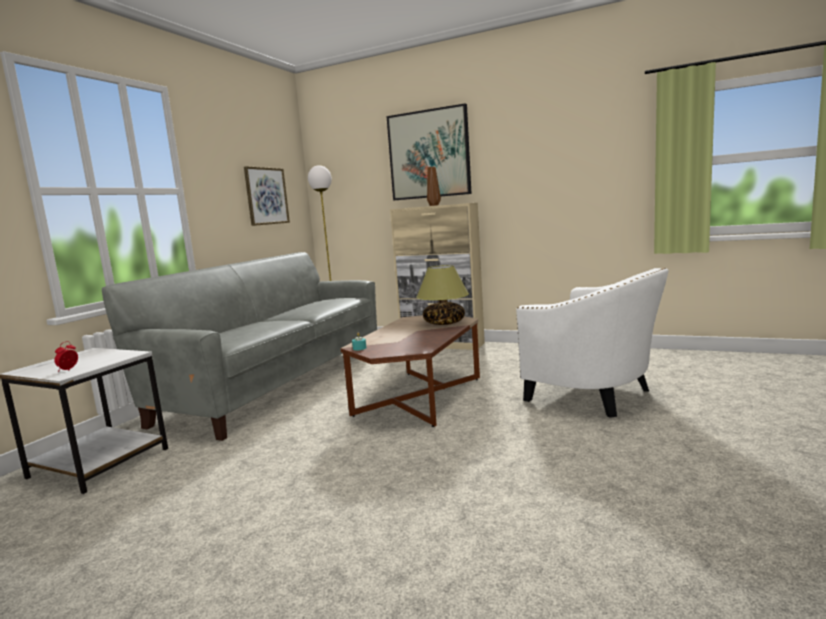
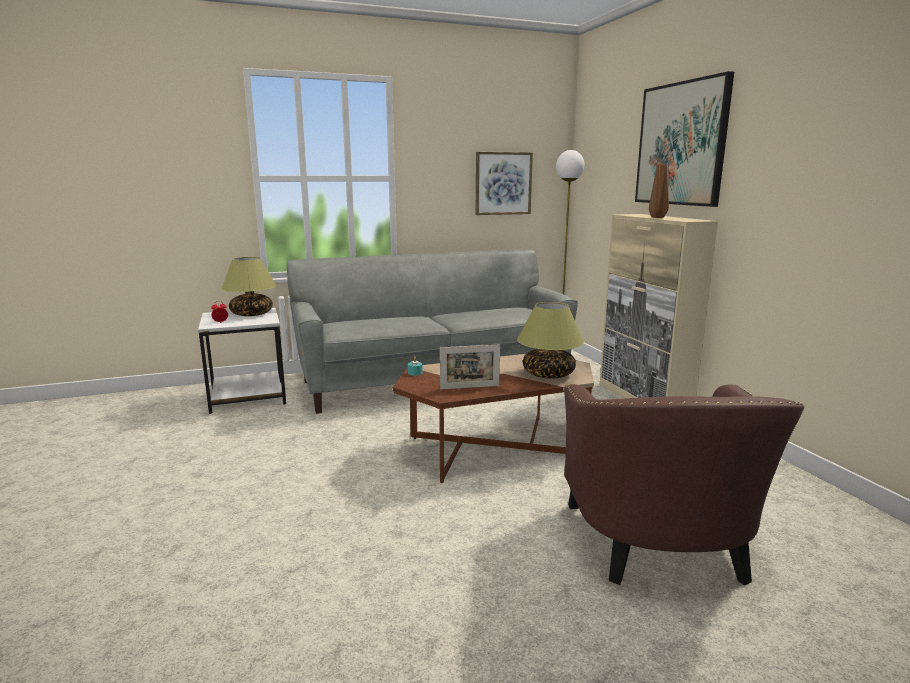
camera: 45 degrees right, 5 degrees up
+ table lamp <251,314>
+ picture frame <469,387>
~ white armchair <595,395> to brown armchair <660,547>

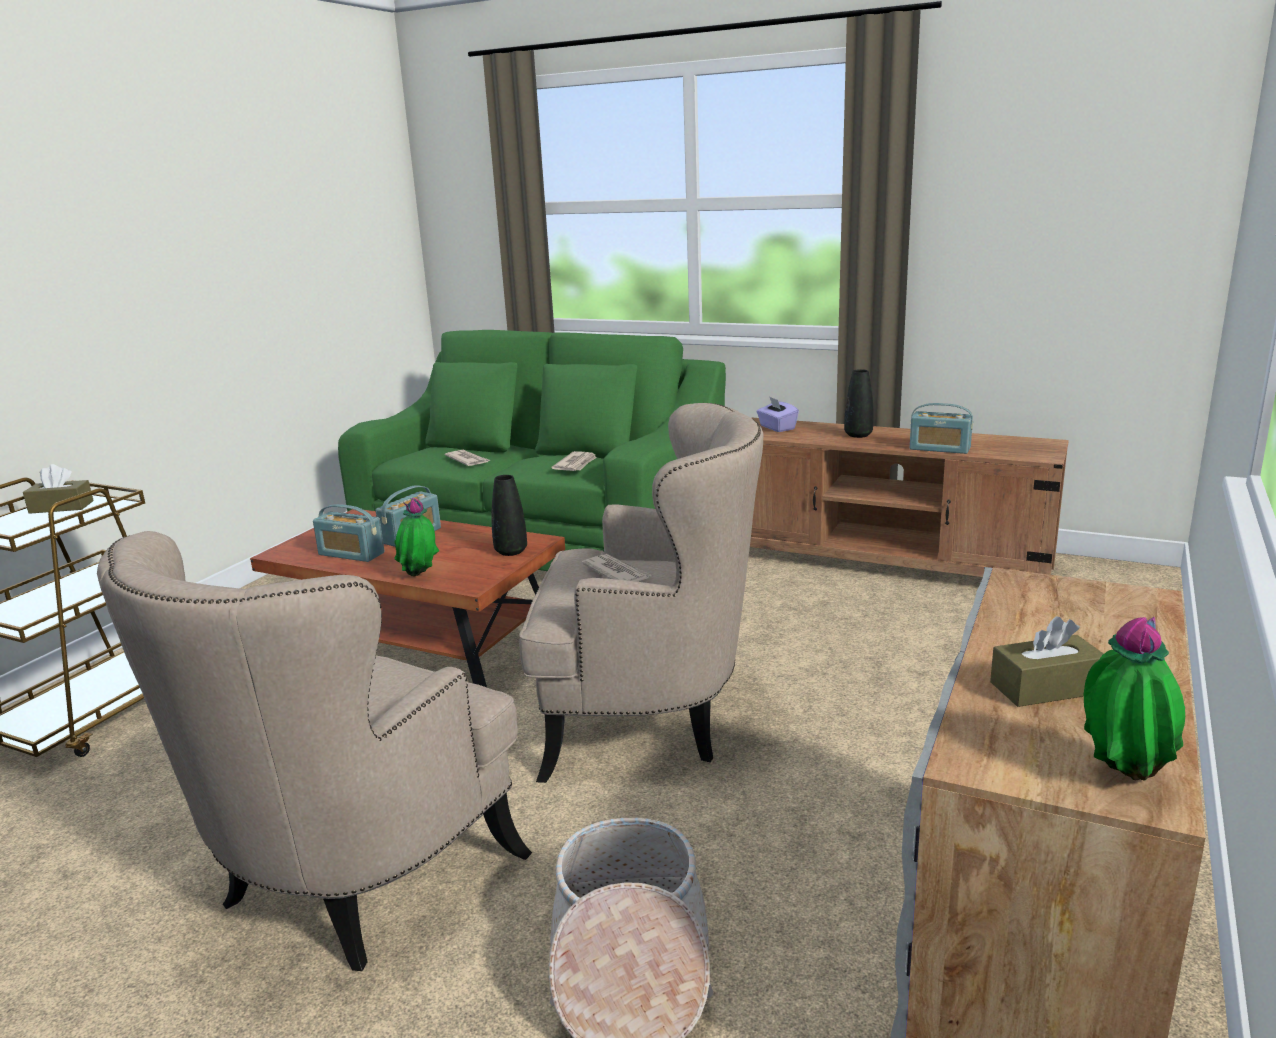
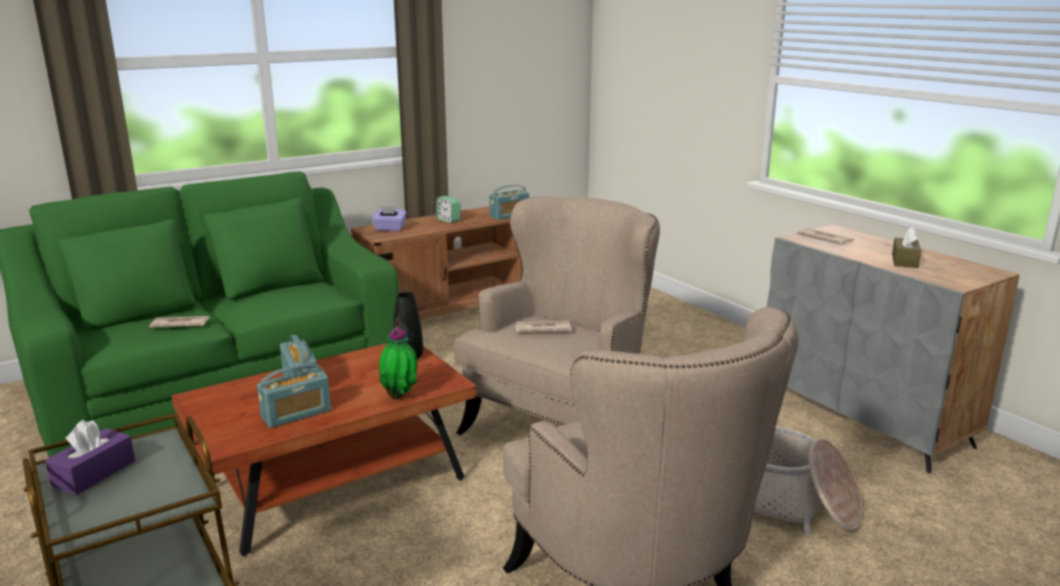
camera: 60 degrees left, 0 degrees up
- potted plant <1121,776>
~ newspaper <576,464> to <824,239>
~ black vase <858,435> to alarm clock <448,220>
~ brown tissue box <61,507> to purple tissue box <94,473>

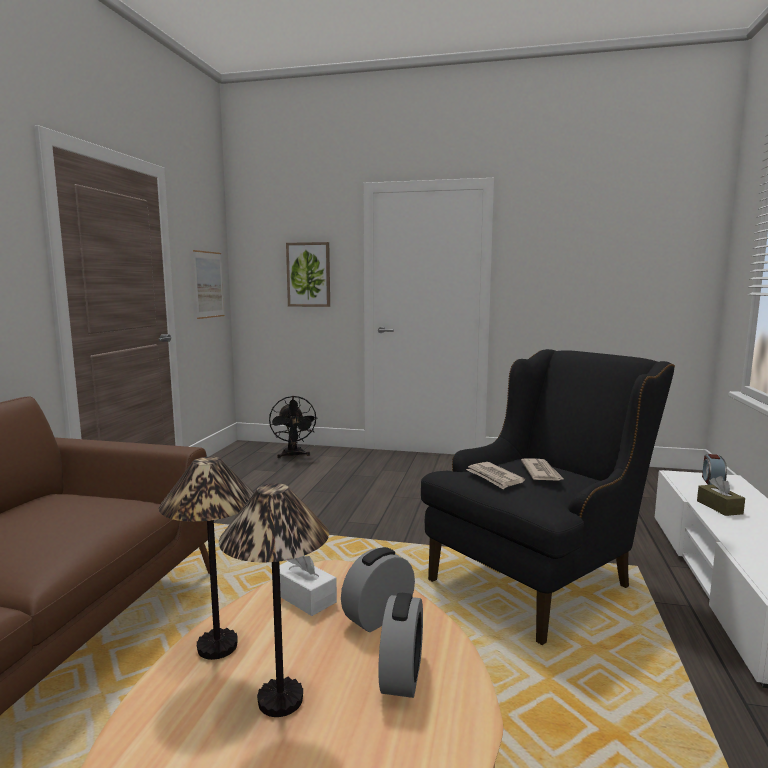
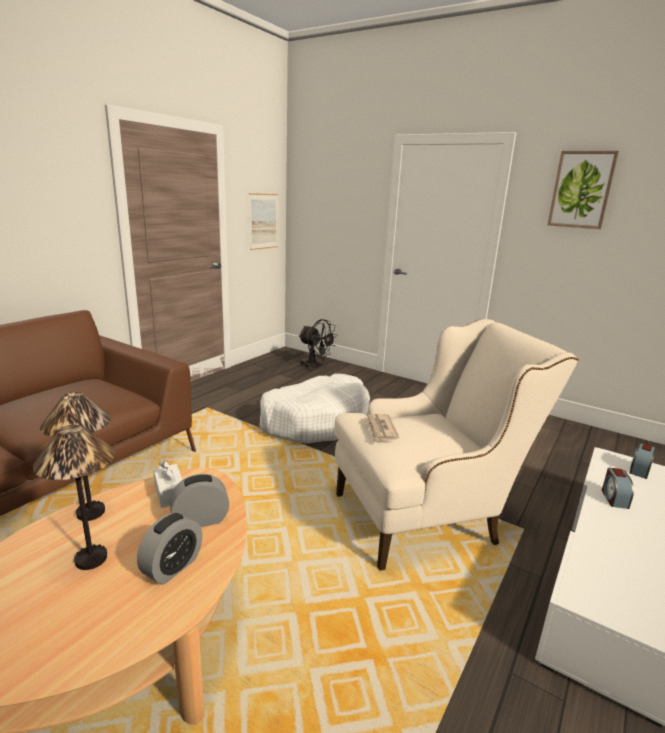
camera: 20 degrees right, 10 degrees up
- newspaper <541,472>
+ white dog bed <315,421>
~ picture <308,274> to <581,190>
~ brown tissue box <719,507> to alarm clock <614,498>
~ black armchair <540,577> to beige armchair <428,515>
~ black fan <293,456> = <315,367> 60 degrees counterclockwise

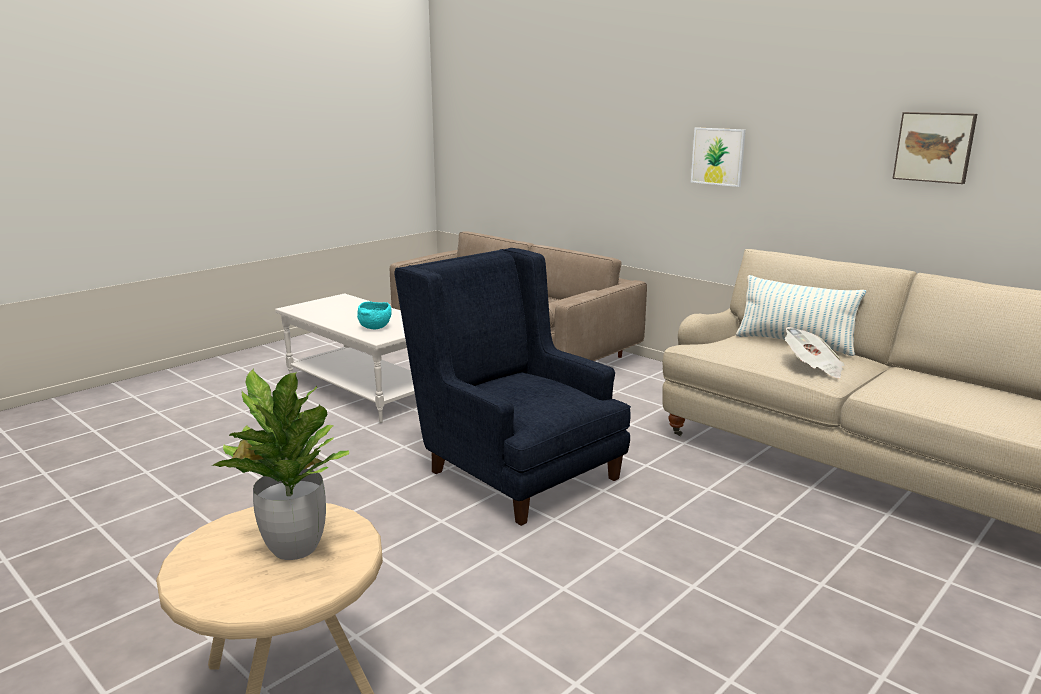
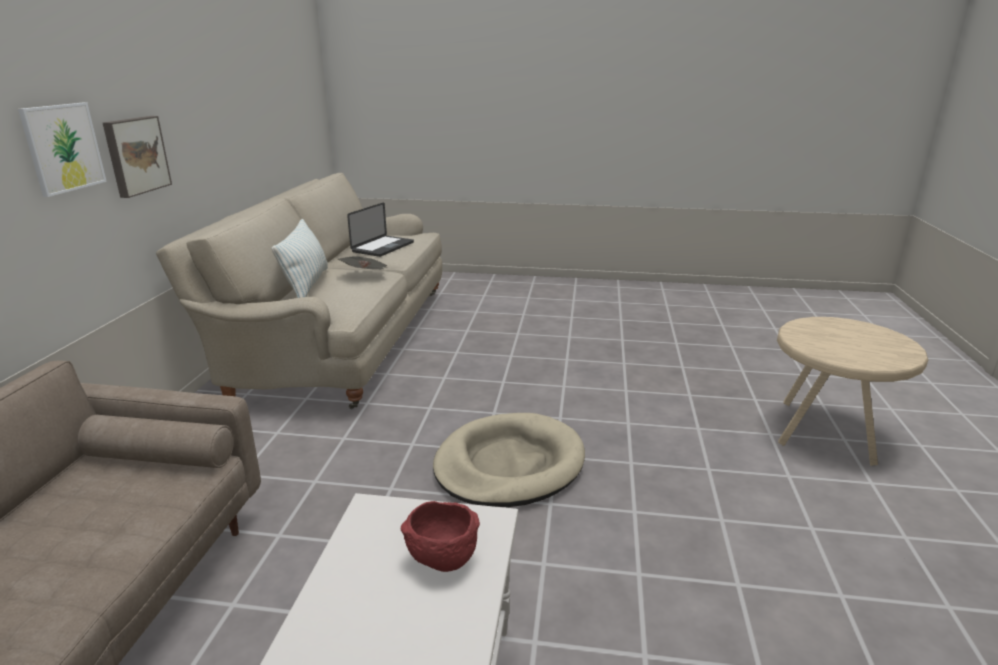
camera: 125 degrees left, 5 degrees up
- potted plant <294,548>
+ laptop <383,247>
~ picture <934,147> to <135,155>
~ blue armchair <513,469> to beige dog bed <509,465>
~ turquoise bowl <375,328> to red bowl <441,560>

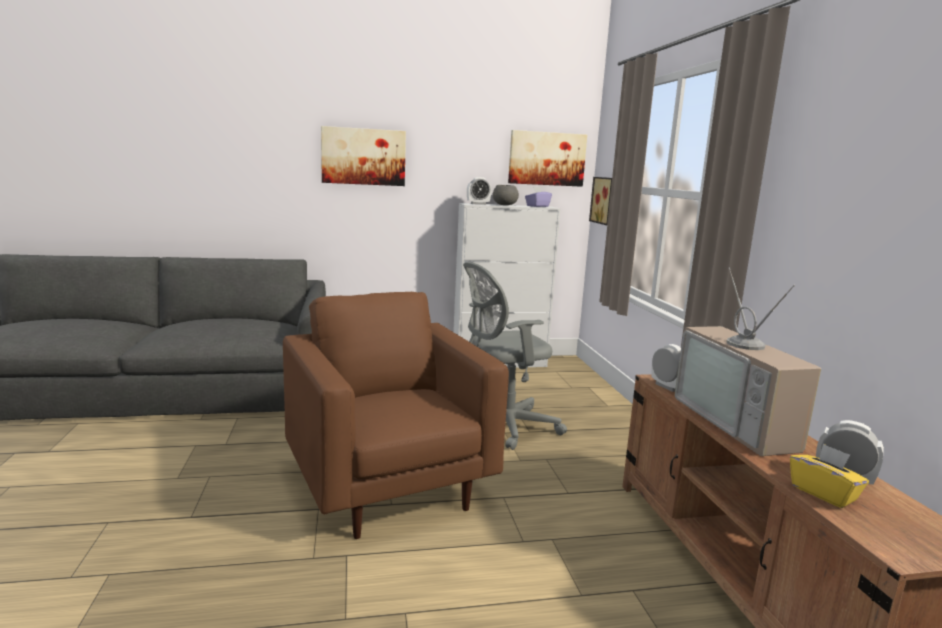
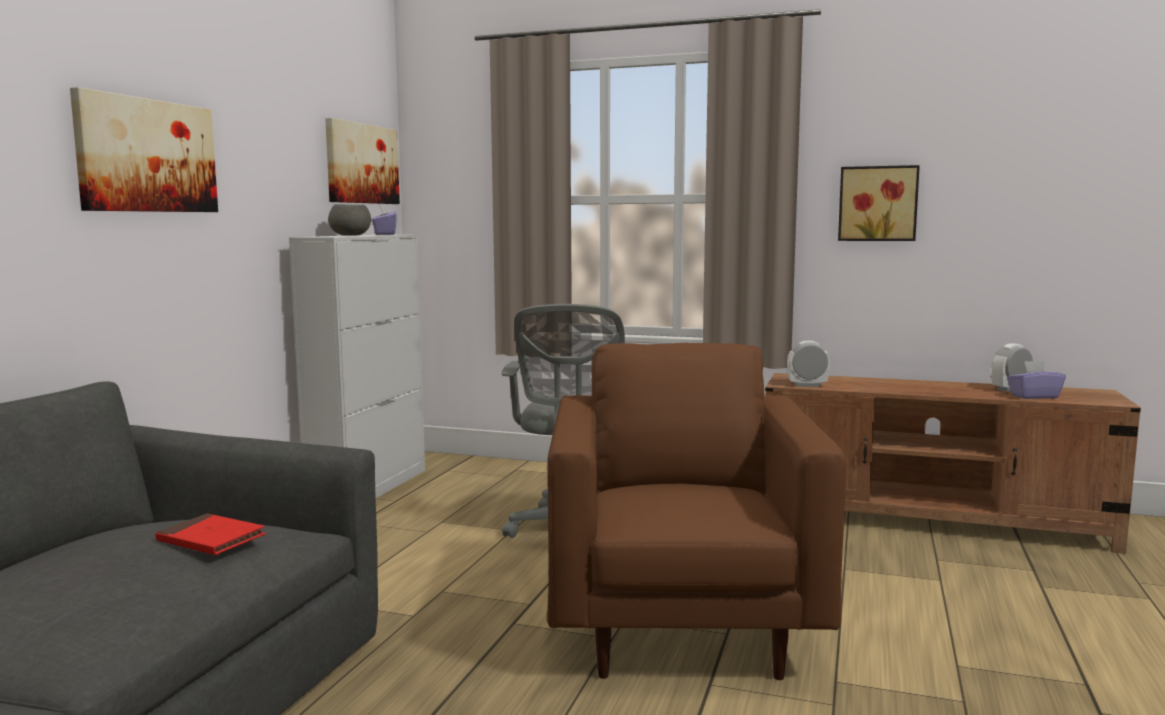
camera: 60 degrees left, 5 degrees down
- alarm clock <478,204>
- television <742,423>
+ red book <211,539>
~ picture <604,200> to <877,203>
~ yellow tissue box <823,493> to purple tissue box <1034,396>
~ brown armchair <389,487> = <682,626> 90 degrees clockwise

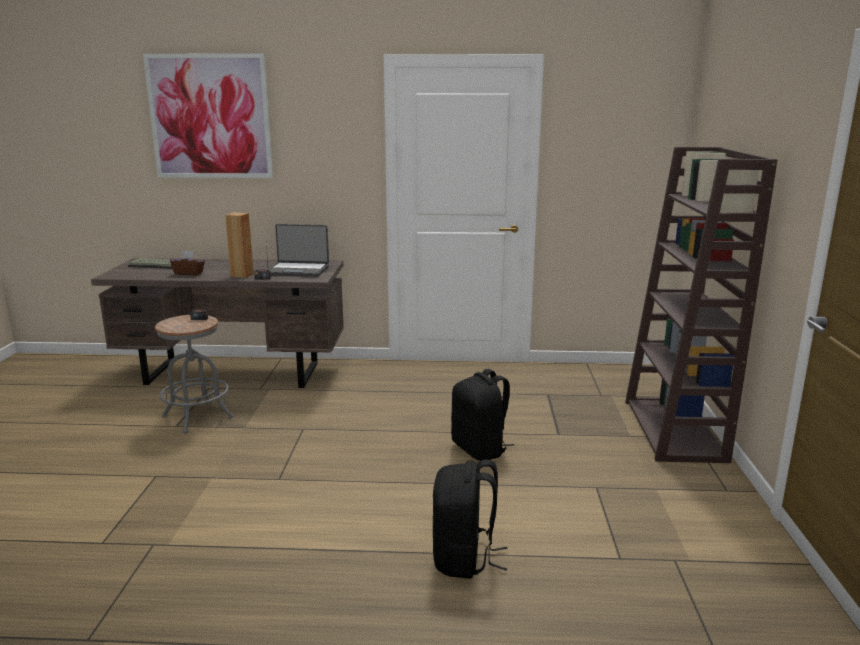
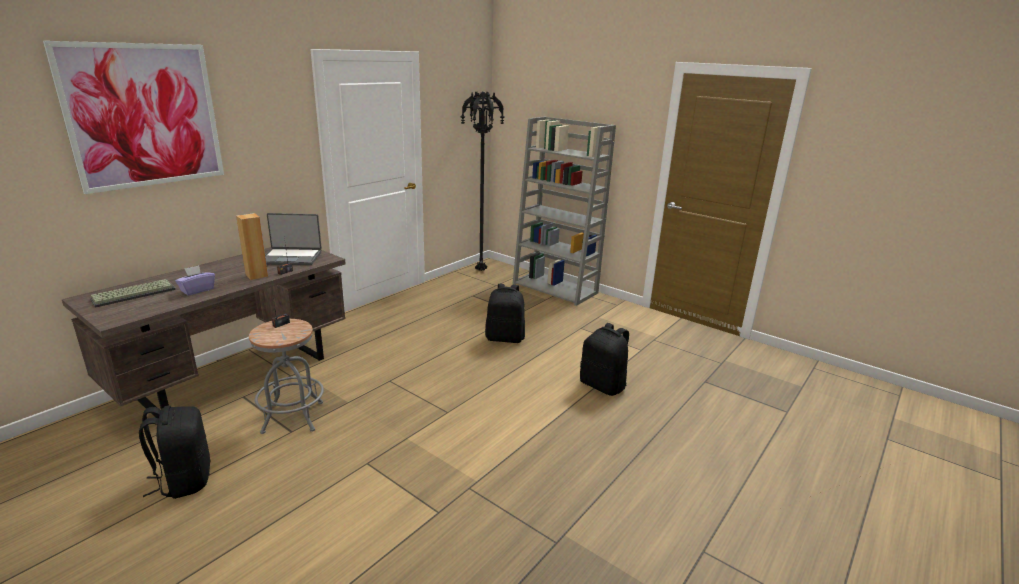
camera: 55 degrees left, 5 degrees up
+ black backpack <184,480>
+ black floor lamp <479,271>
~ brown tissue box <189,273> to purple tissue box <197,290>
~ brown bookcase <675,430> to grey bookcase <556,288>
~ laptop <298,270> = <292,257> 45 degrees clockwise

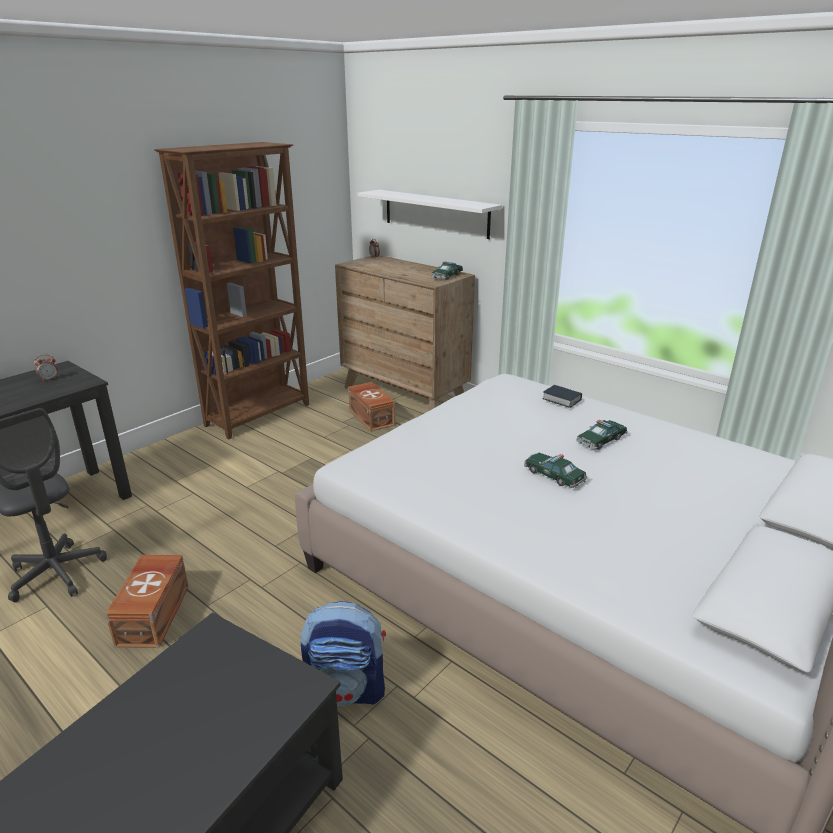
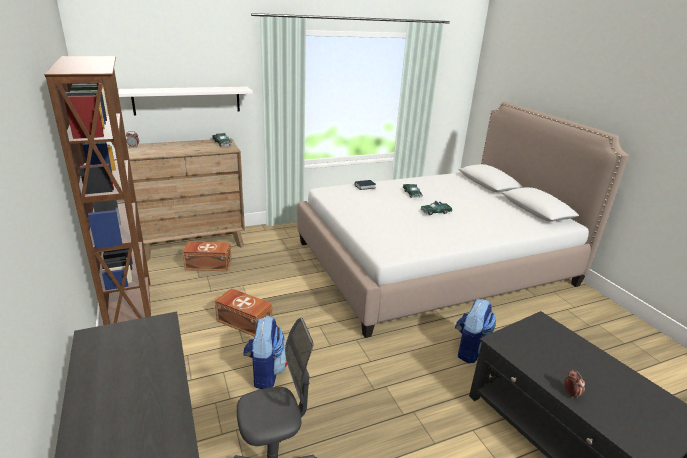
camera: 65 degrees left, 0 degrees up
+ backpack <265,373>
~ alarm clock <49,379> to <571,394>
~ brown storage box <155,614> to <244,321>

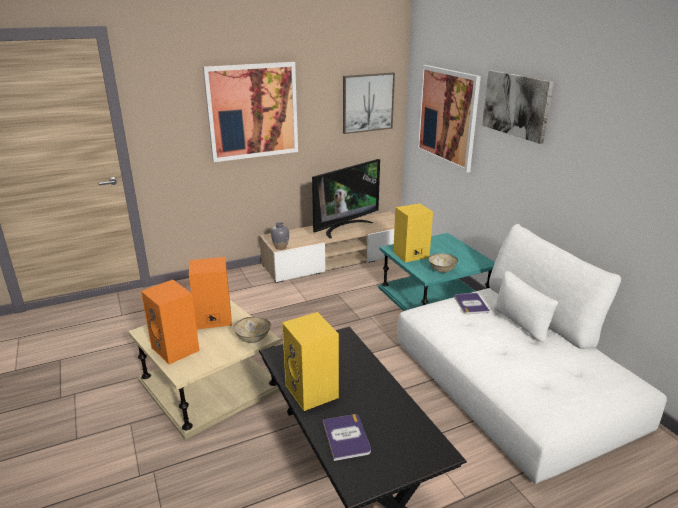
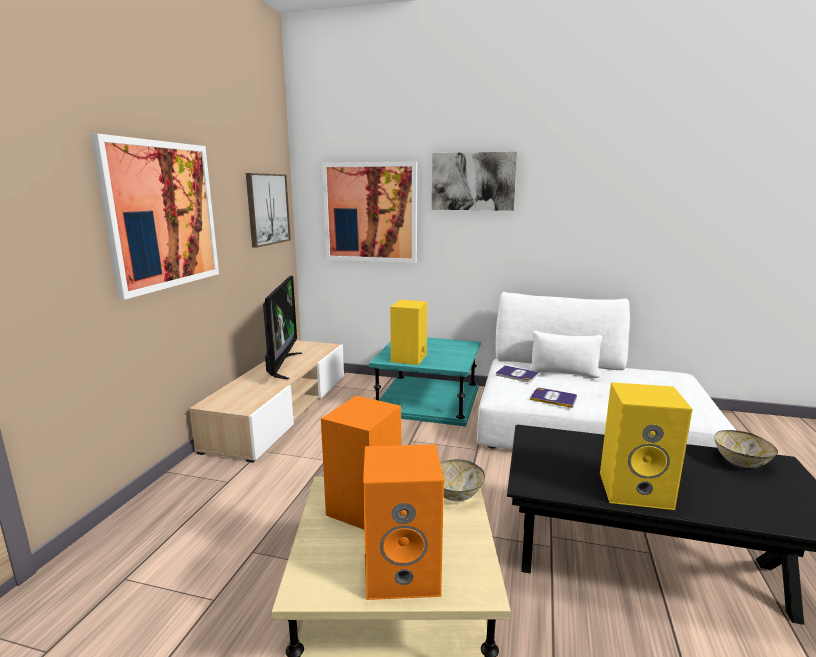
camera: 50 degrees left, 10 degrees down
- grey vase <280,247>
~ book <346,437> to <553,398>
~ bowl <441,270> to <741,462>

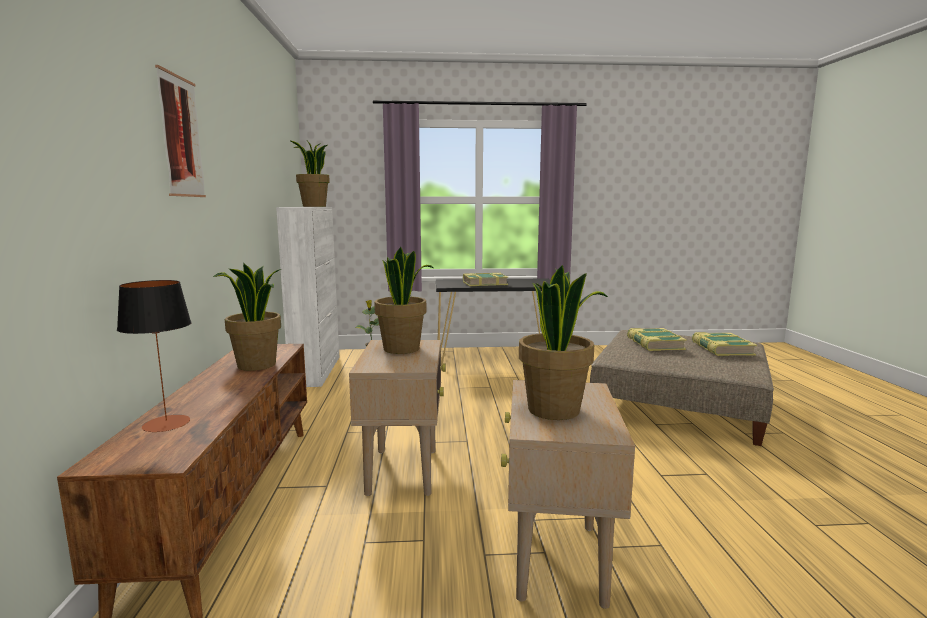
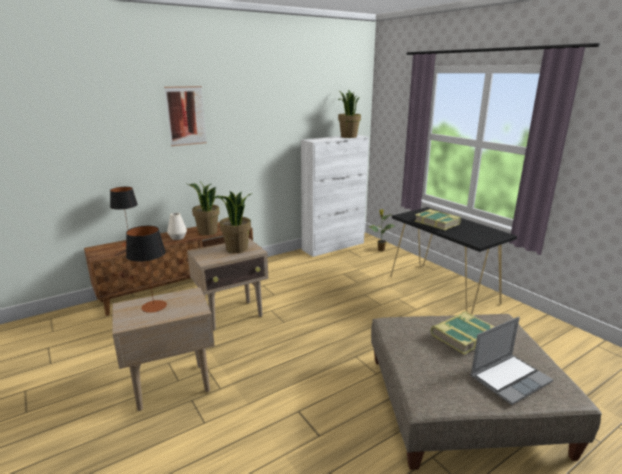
camera: 60 degrees right, 10 degrees up
+ white vase <177,237>
~ potted plant <555,410> to table lamp <154,306>
~ book <721,349> to laptop <510,379>

